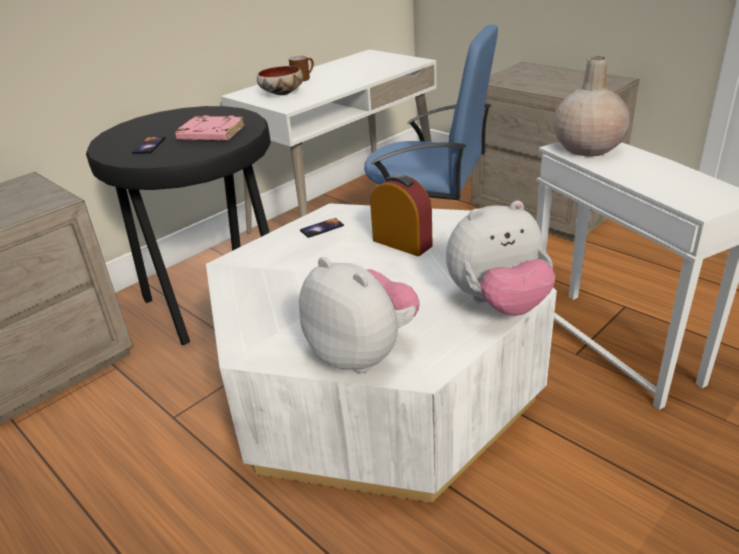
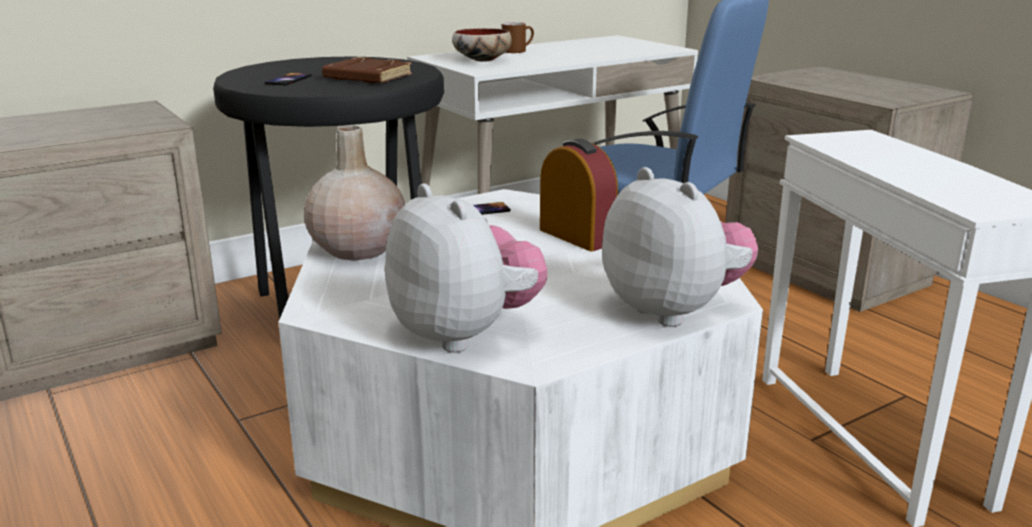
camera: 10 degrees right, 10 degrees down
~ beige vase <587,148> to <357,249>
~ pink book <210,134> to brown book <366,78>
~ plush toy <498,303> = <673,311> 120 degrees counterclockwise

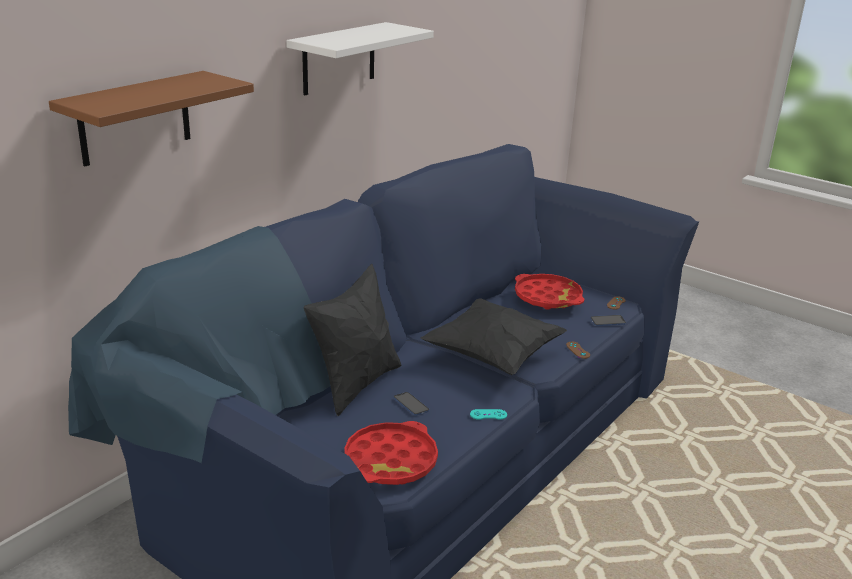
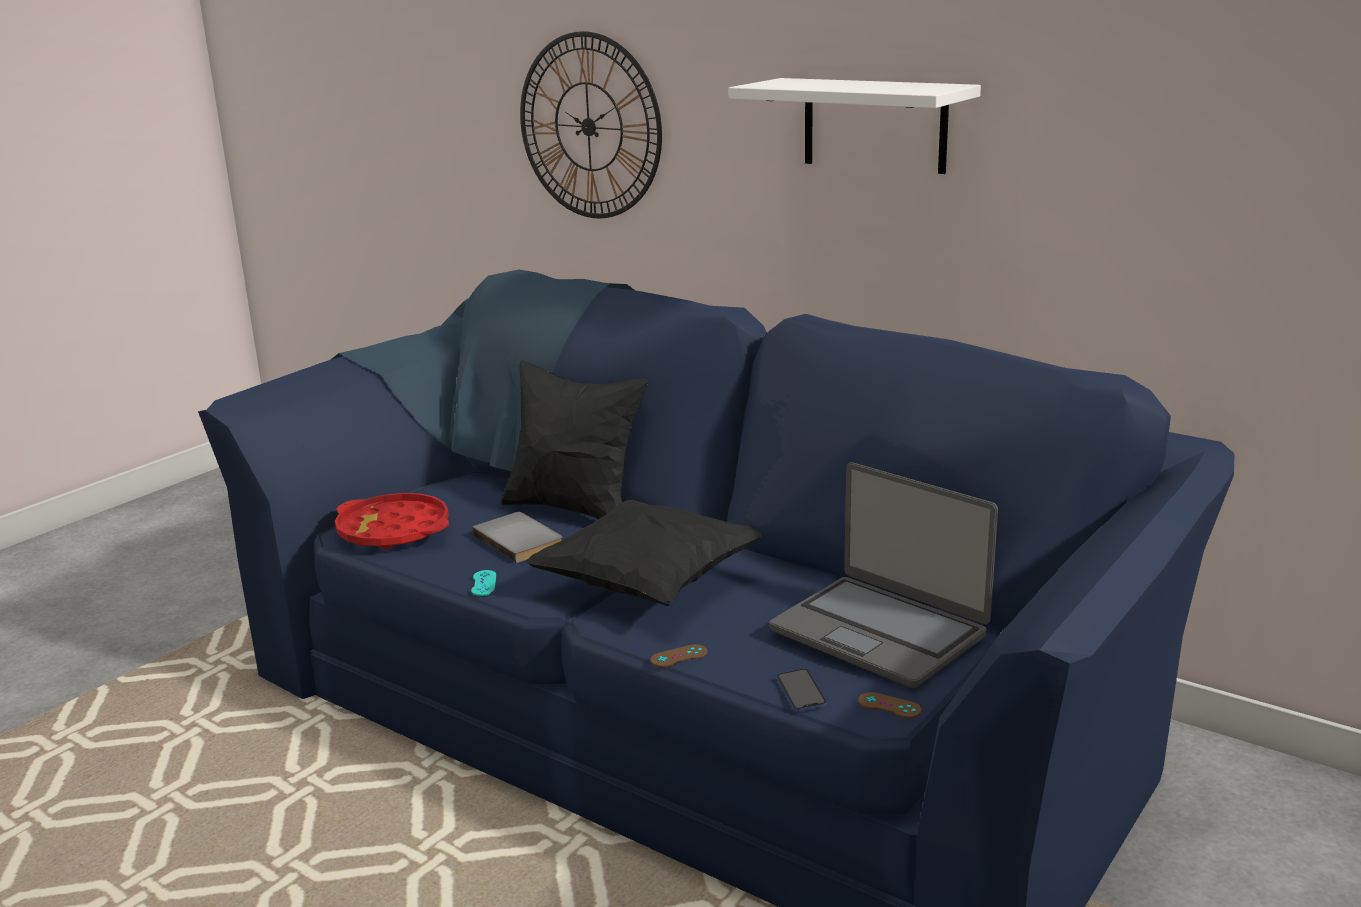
camera: 90 degrees right, 5 degrees down
~ brown shelf <135,118> to wall clock <589,127>
~ phone <411,405> to grey book <521,540>
~ red tray <548,297> to laptop <879,632>

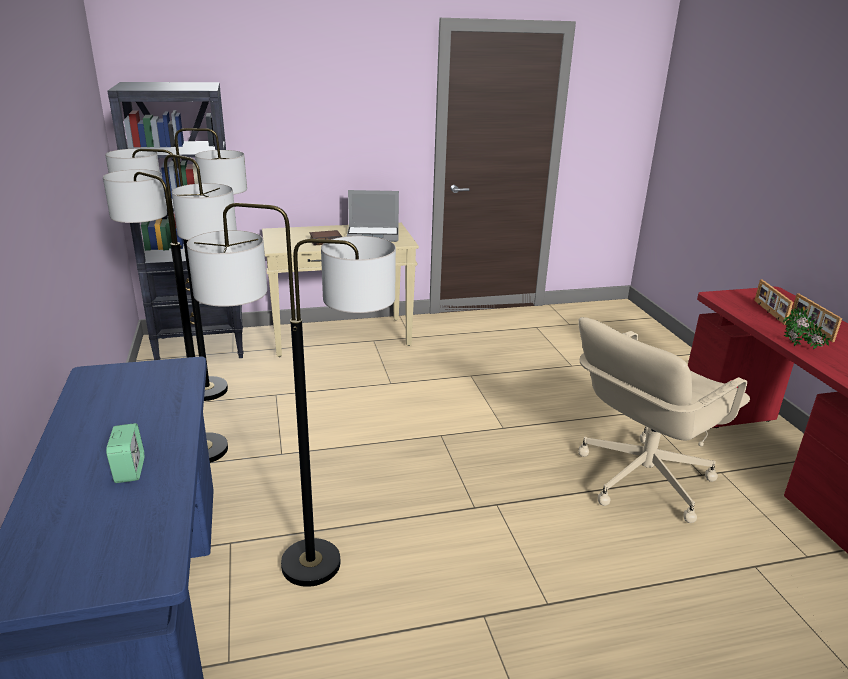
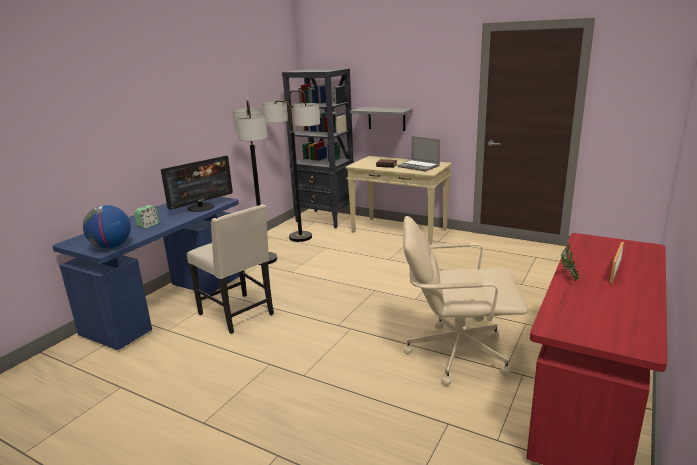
camera: 45 degrees right, 5 degrees down
- picture frame <769,312>
+ globe <111,247>
+ monitor <201,207>
+ grey shelf <386,118>
~ floor lamp <311,564> to beige chair <238,314>

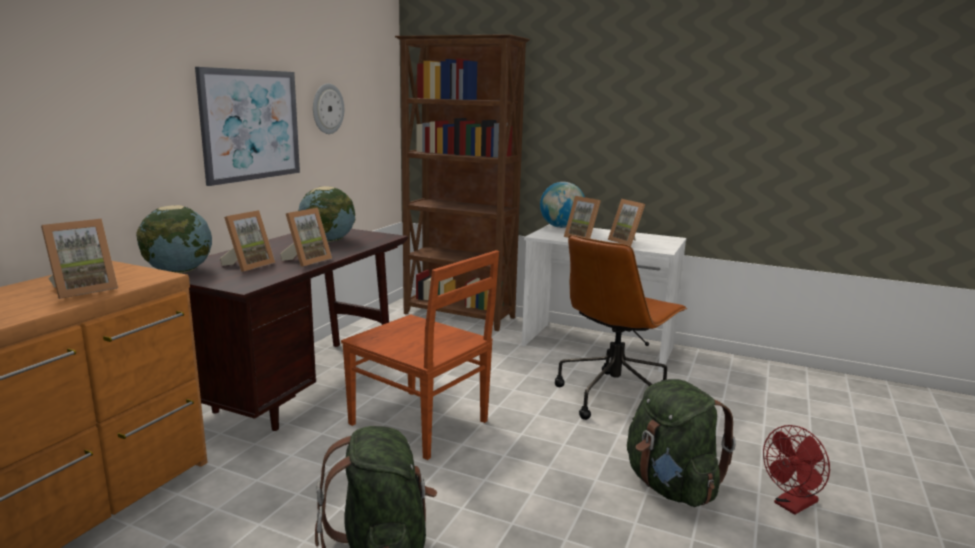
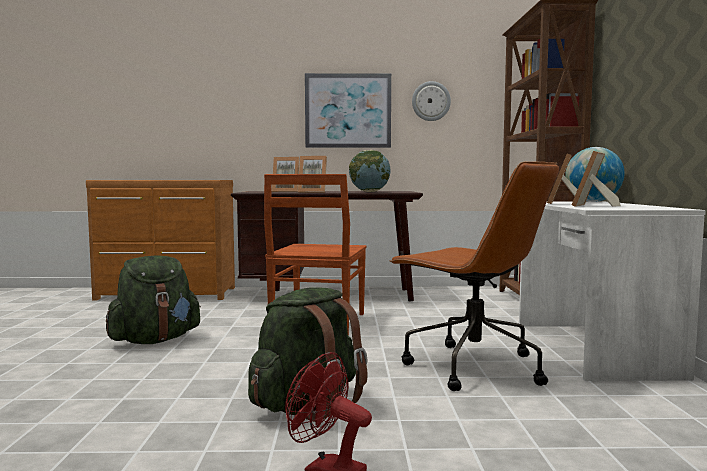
camera: 65 degrees right, 10 degrees down
- picture frame <83,289>
- globe <179,272>
~ brown office chair <614,396> = <472,367> 150 degrees counterclockwise

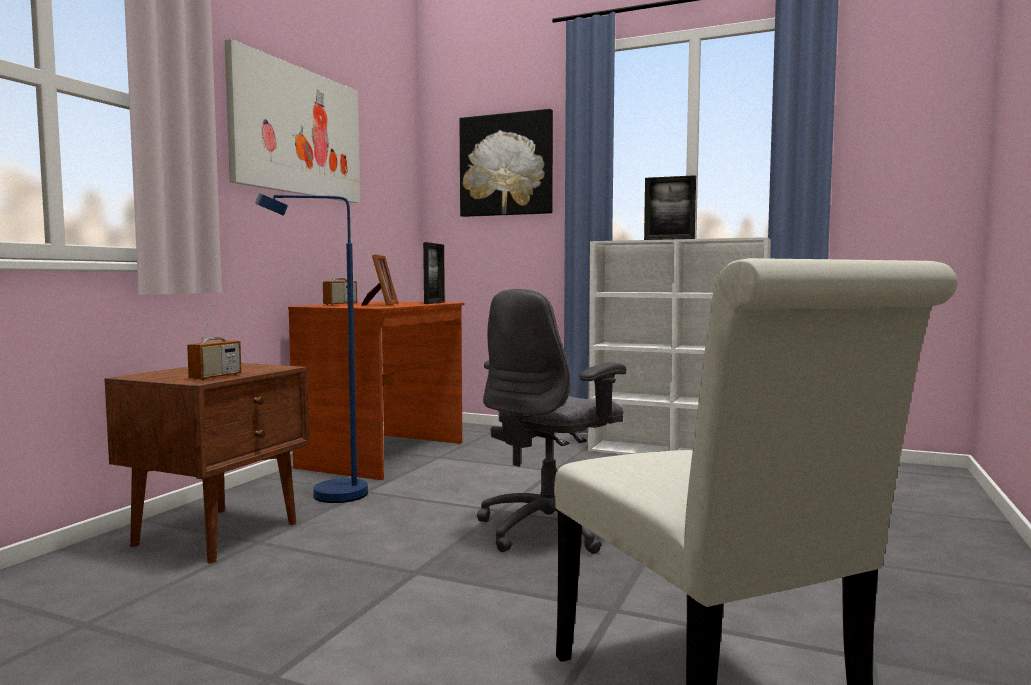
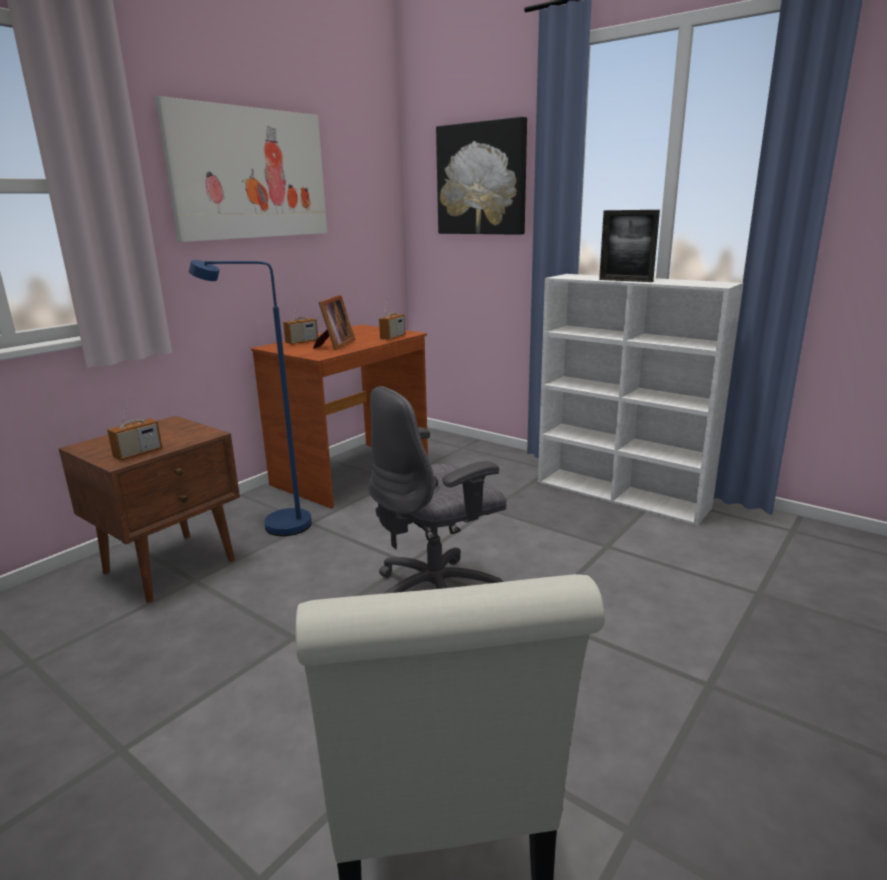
camera: 15 degrees right, 15 degrees up
~ picture frame <434,303> to radio <392,337>

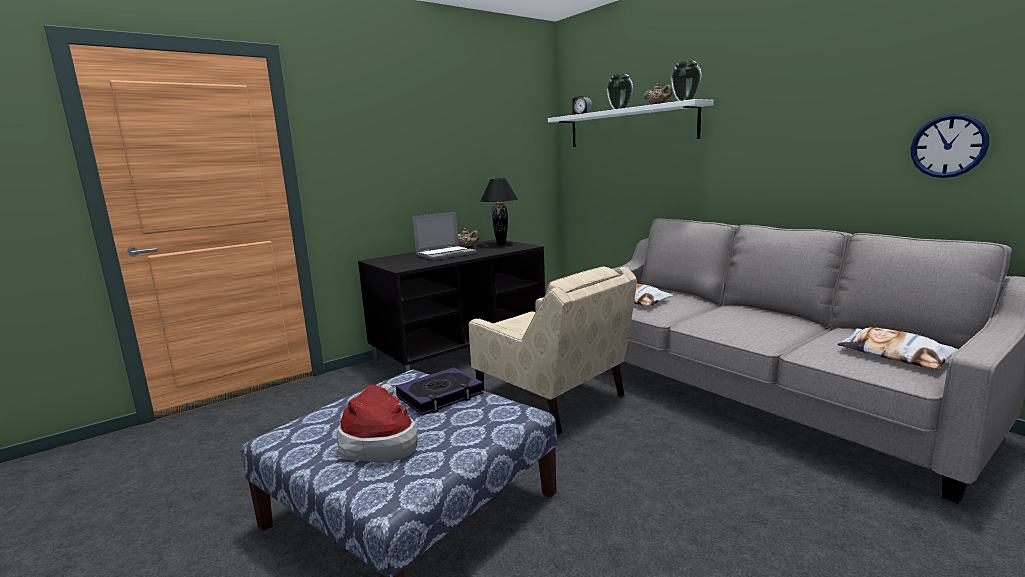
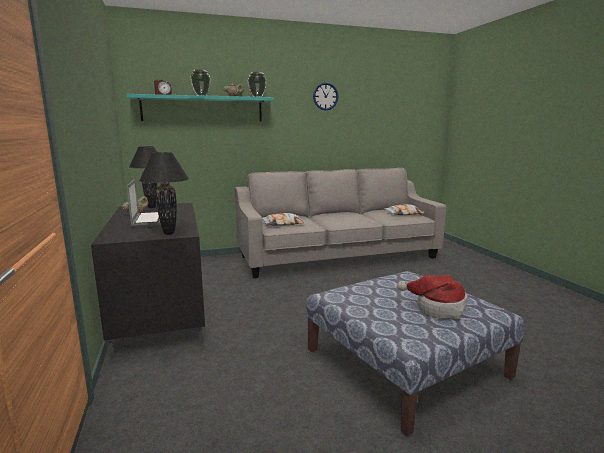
camera: 70 degrees left, 0 degrees up
- book <440,396>
- beige armchair <552,399>
+ black table lamp <168,233>
~ wall clock <948,146> to <325,96>
~ white shelf <629,126> to turquoise shelf <203,109>

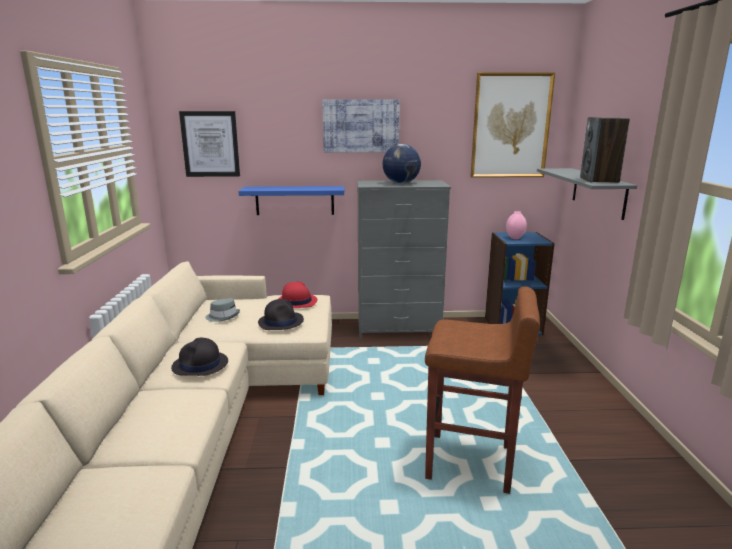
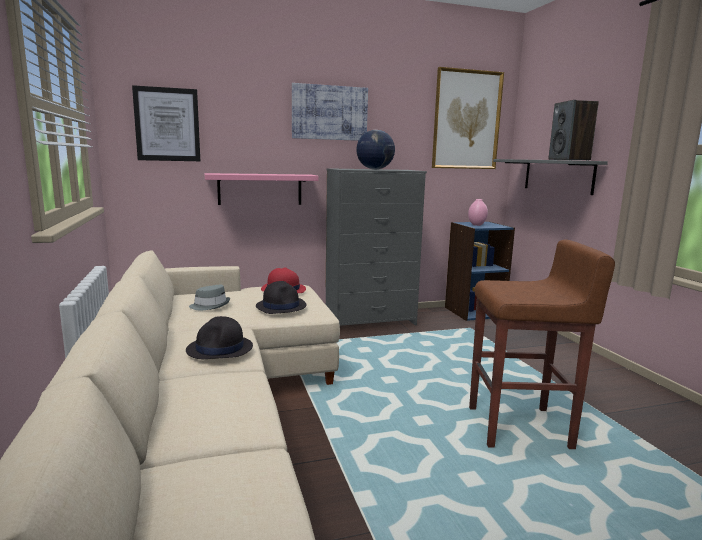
camera: 15 degrees left, 5 degrees down
~ blue shelf <295,200> to pink shelf <260,189>

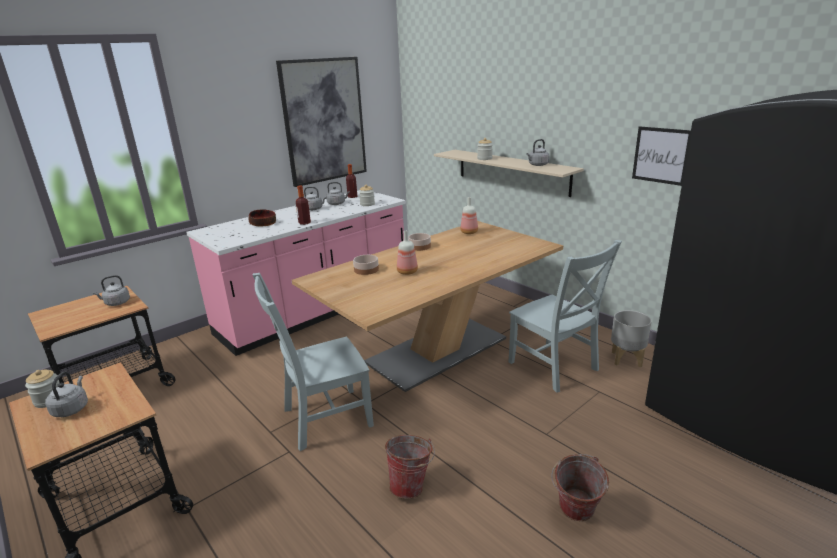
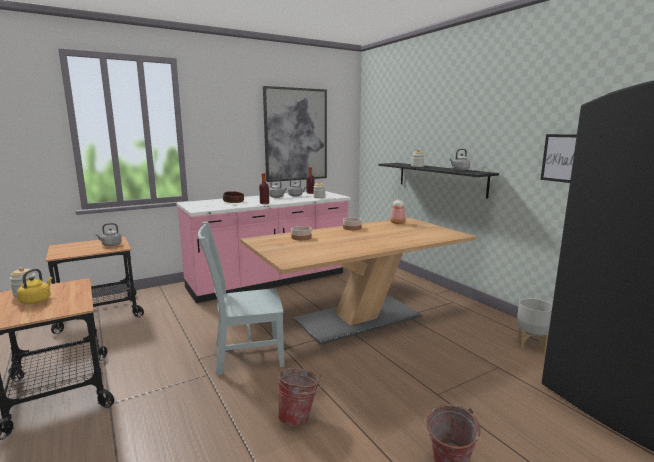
camera: 10 degrees right, 10 degrees down
- bottle <406,272>
- grey chair <555,368>
~ grey kettle <71,409> to yellow kettle <37,300>
~ beige shelf <512,171> to black shelf <440,178>

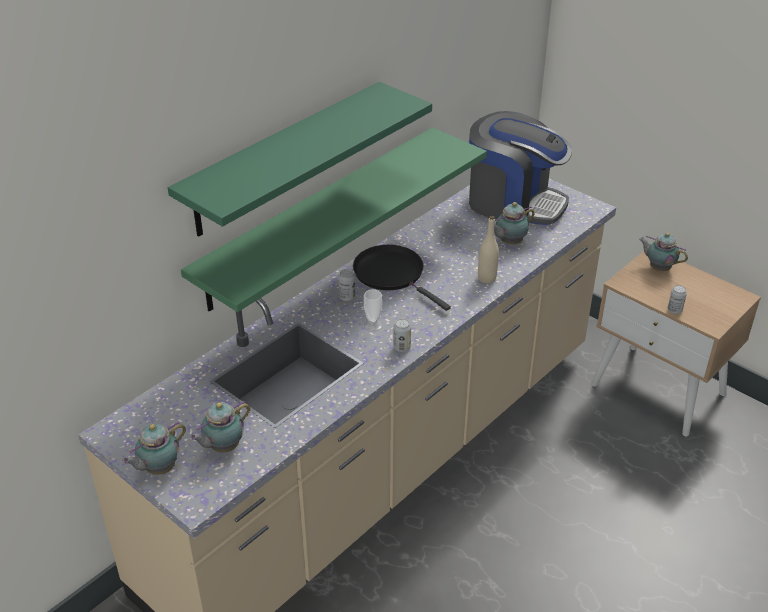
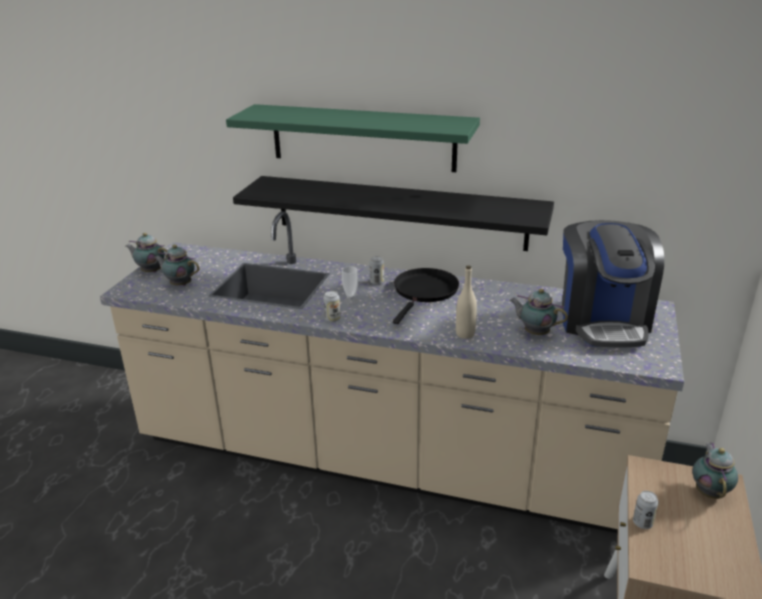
camera: 65 degrees right, 10 degrees down
~ green shelf <320,216> to black shelf <399,212>

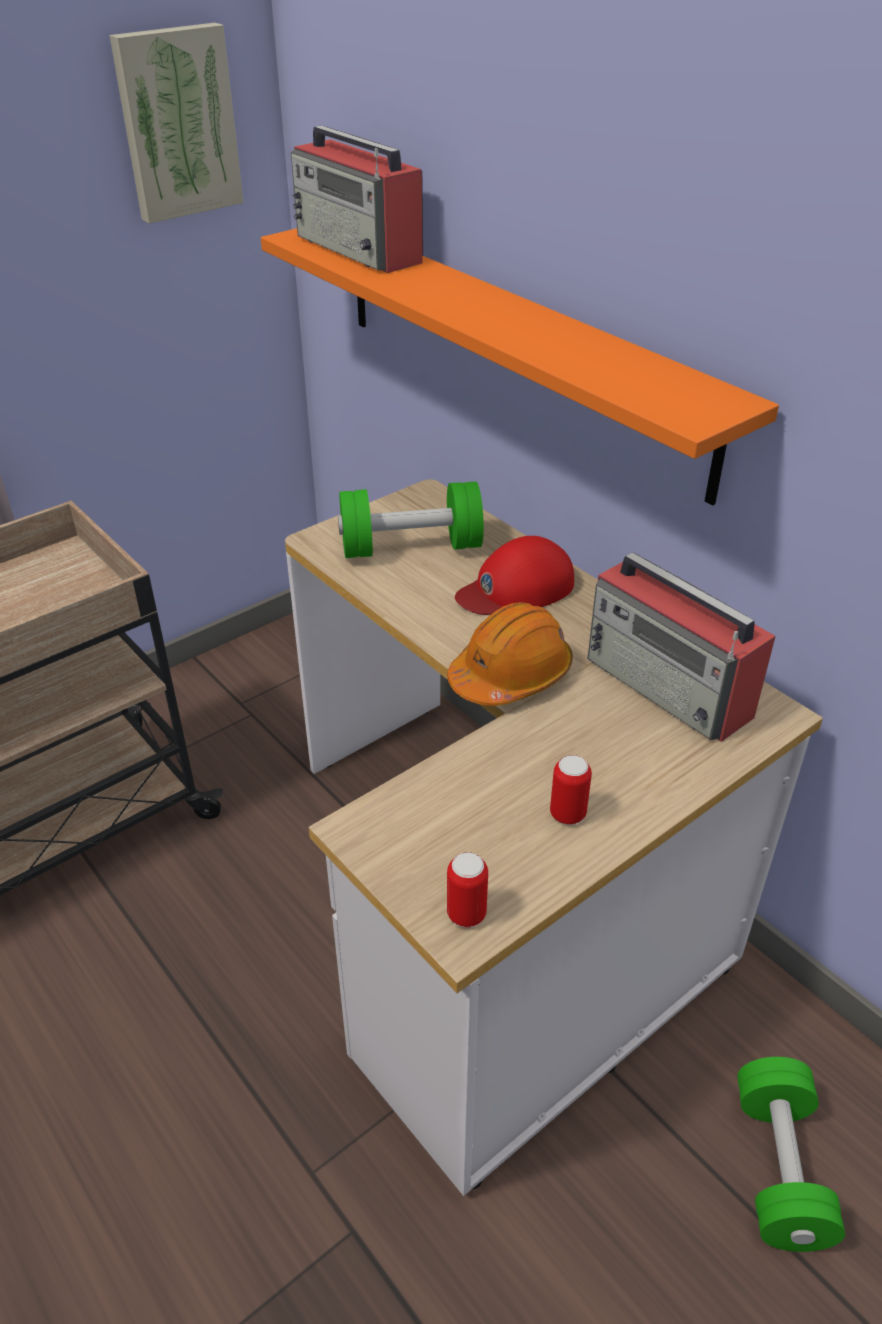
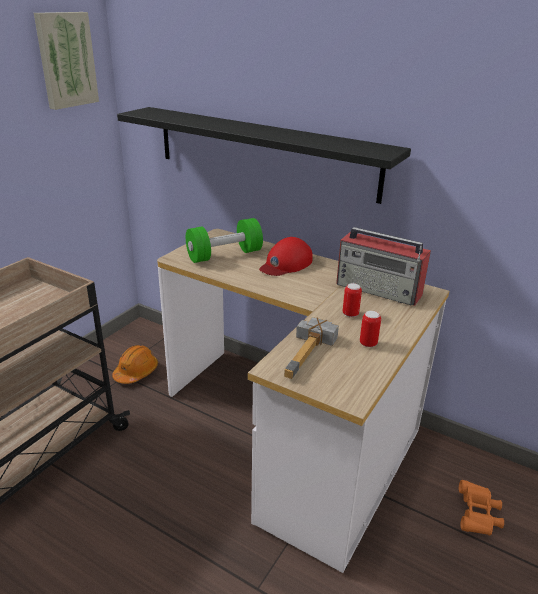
camera: 20 degrees left, 10 degrees down
- radio <360,250>
+ hammer <311,354>
~ orange hard hat <511,675> to <136,372>
~ can <466,914> to <350,314>
~ green dumbbell <779,1168> to orange binoculars <477,516>
~ orange shelf <514,349> to black shelf <263,152>

